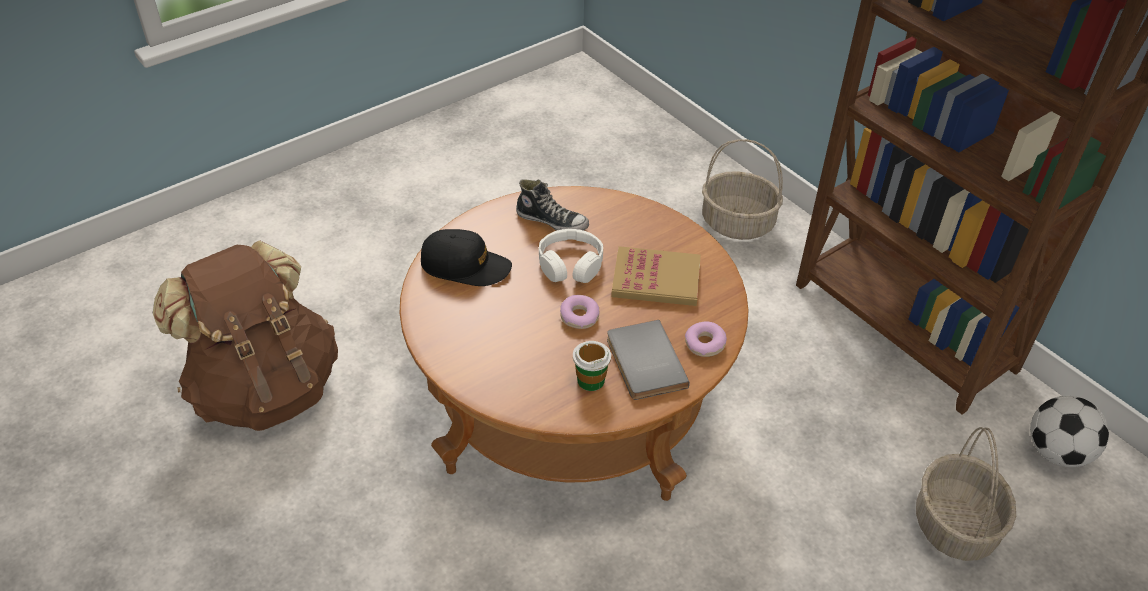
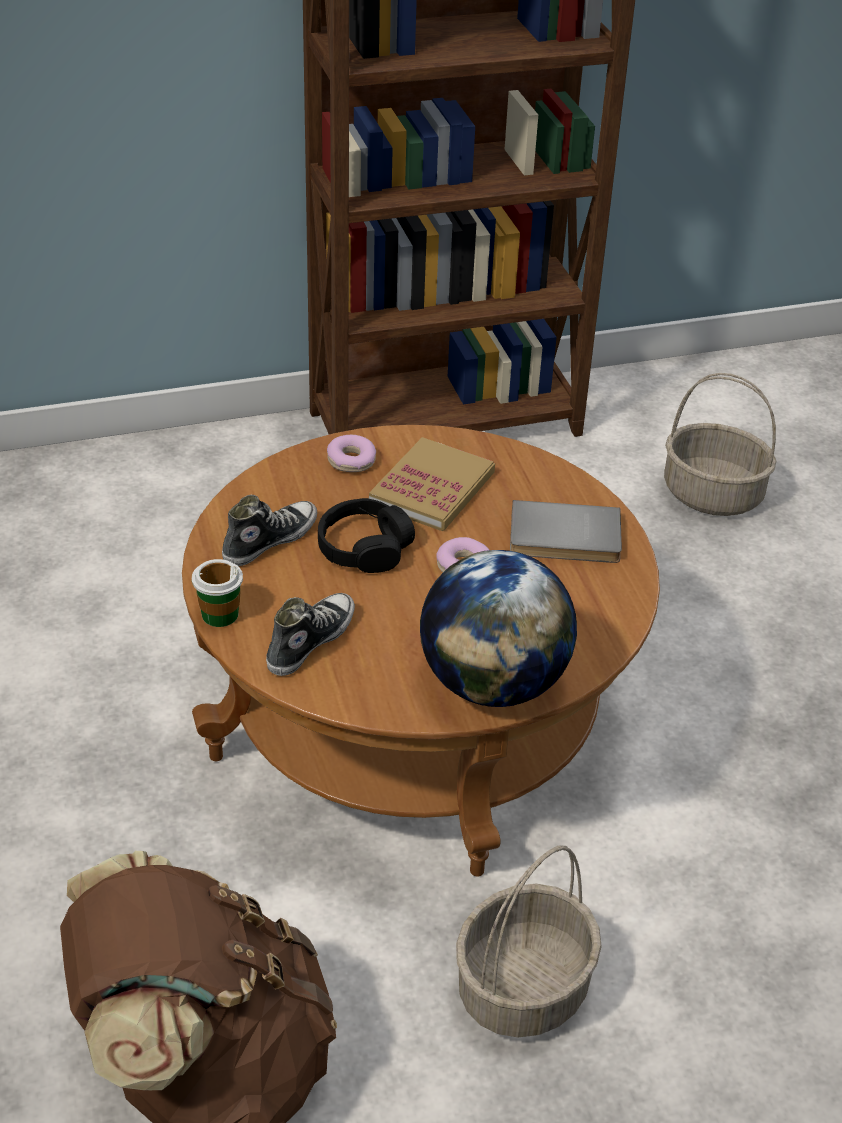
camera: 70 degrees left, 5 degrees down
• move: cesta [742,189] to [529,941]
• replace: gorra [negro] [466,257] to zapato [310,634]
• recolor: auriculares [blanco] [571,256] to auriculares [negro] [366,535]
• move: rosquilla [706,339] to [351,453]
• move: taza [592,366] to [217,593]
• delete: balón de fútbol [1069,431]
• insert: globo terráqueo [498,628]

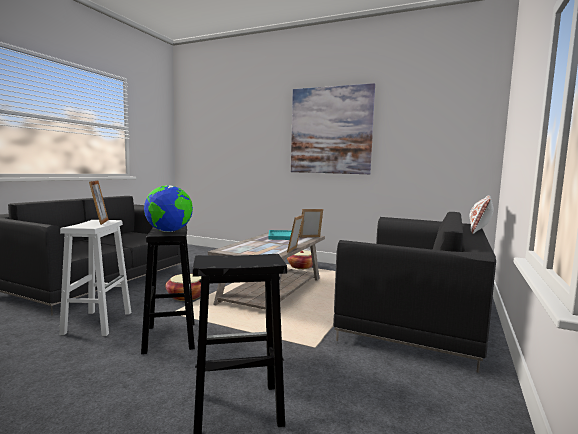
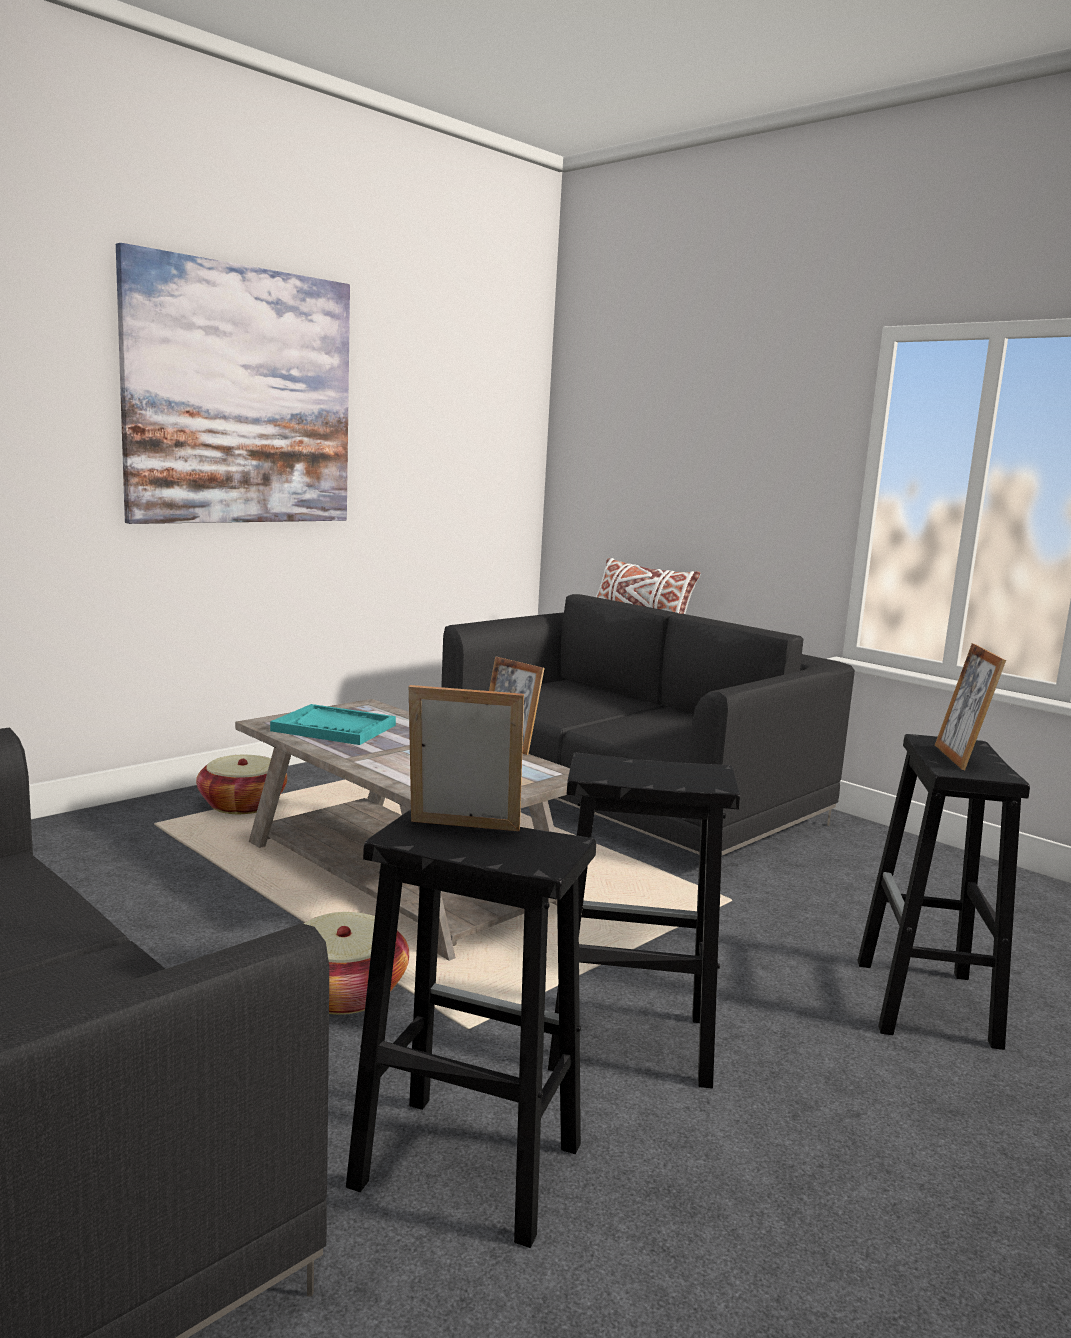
camera: 70 degrees left, 5 degrees up
• delete: globo terráqueo [168,208]
• move: portarretratos [311,223] to [970,706]
• recolor: taburete [blanco] [95,278] to taburete [negro] [471,1028]

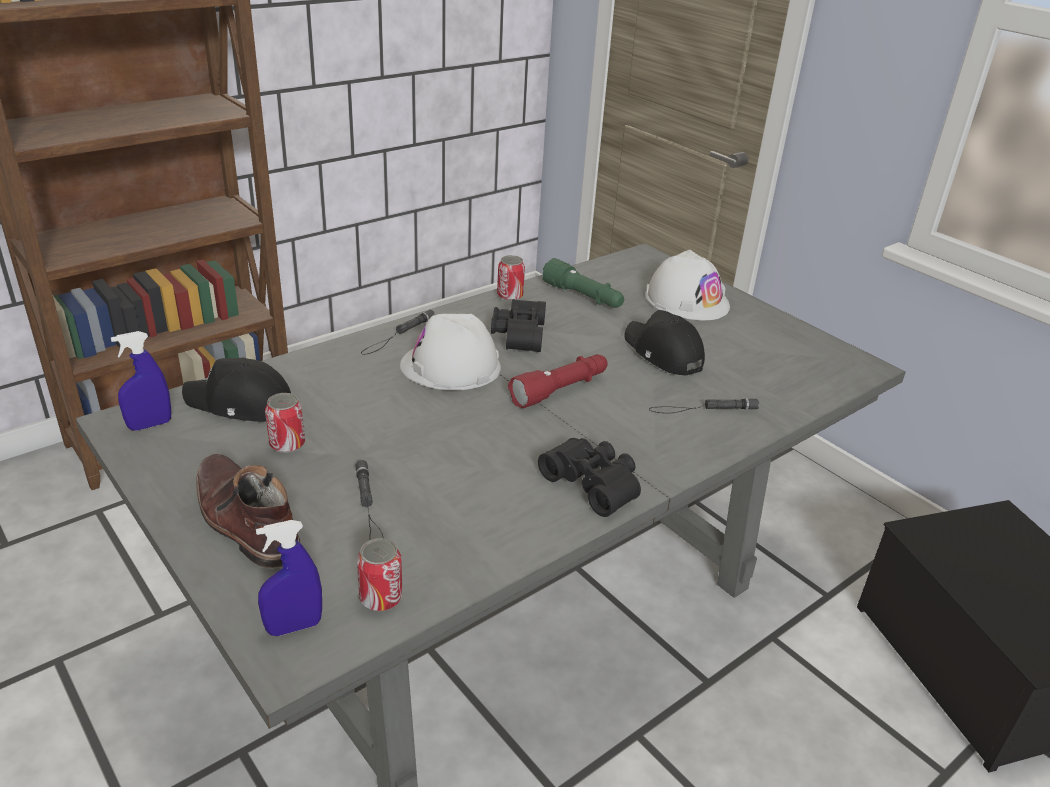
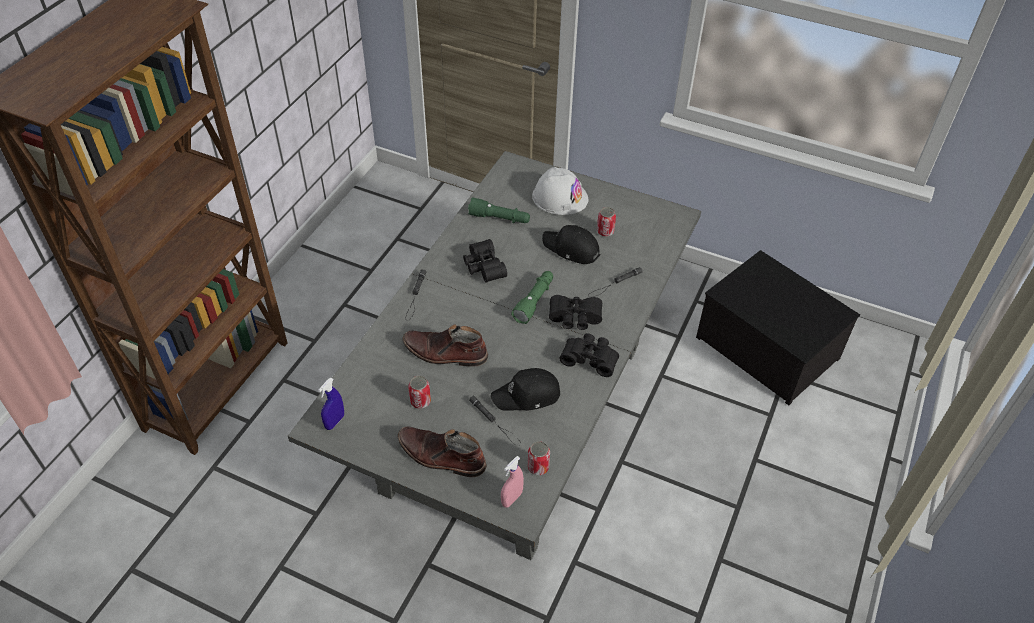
camera: 25 degrees left, 15 degrees up
• move: lata [511,278] to [606,222]
• delete: casco [blanco] [450,352]
• recolor: linterna [rojo] [558,381] to linterna [verde] [532,297]
• move: gorra [negro] [236,390] to [525,389]
• recolor: pulverizador [azul] [289,578] to pulverizador [rosa] [512,482]
• insert: prismáticos [negro] [575,312]
• insert: bota [marrón] [445,345]

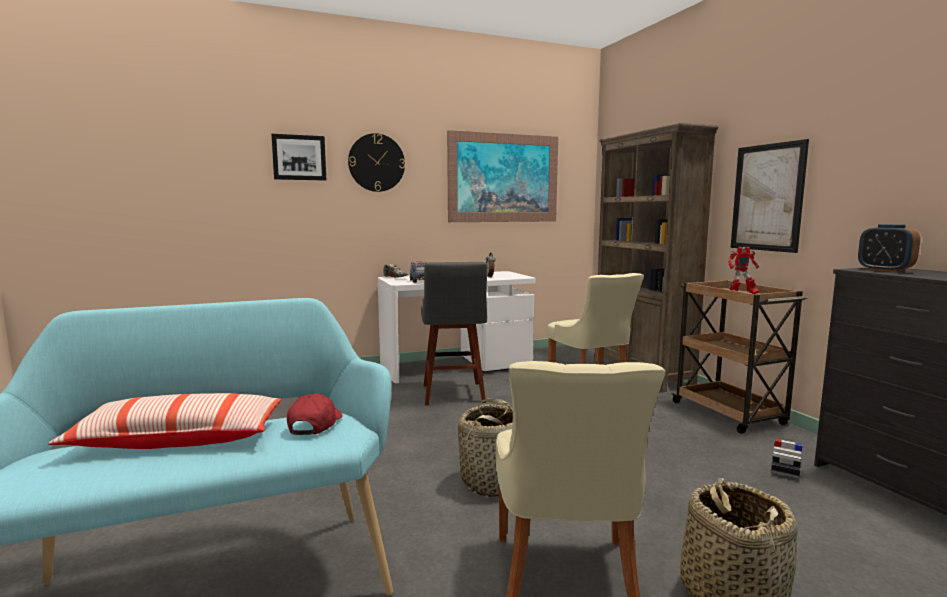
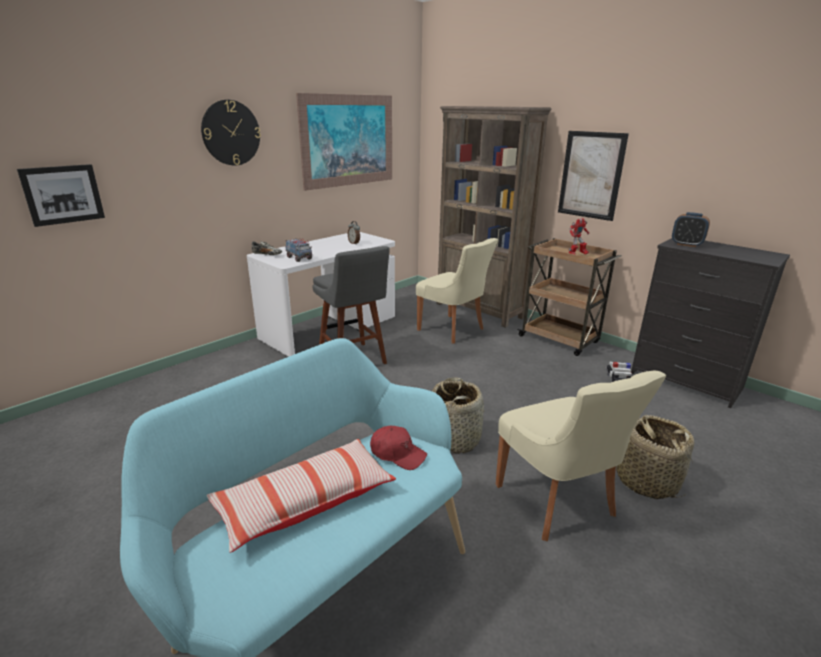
camera: 25 degrees left, 15 degrees up
• move: cuadro [298,157] to [61,195]
• rotate: gorra [rojo] [315,414] = [398,448] 135 degrees clockwise

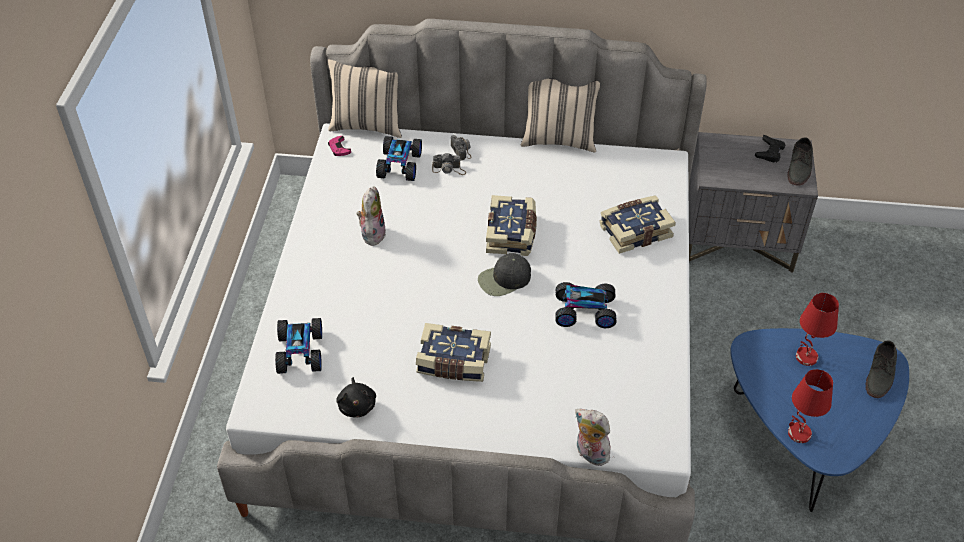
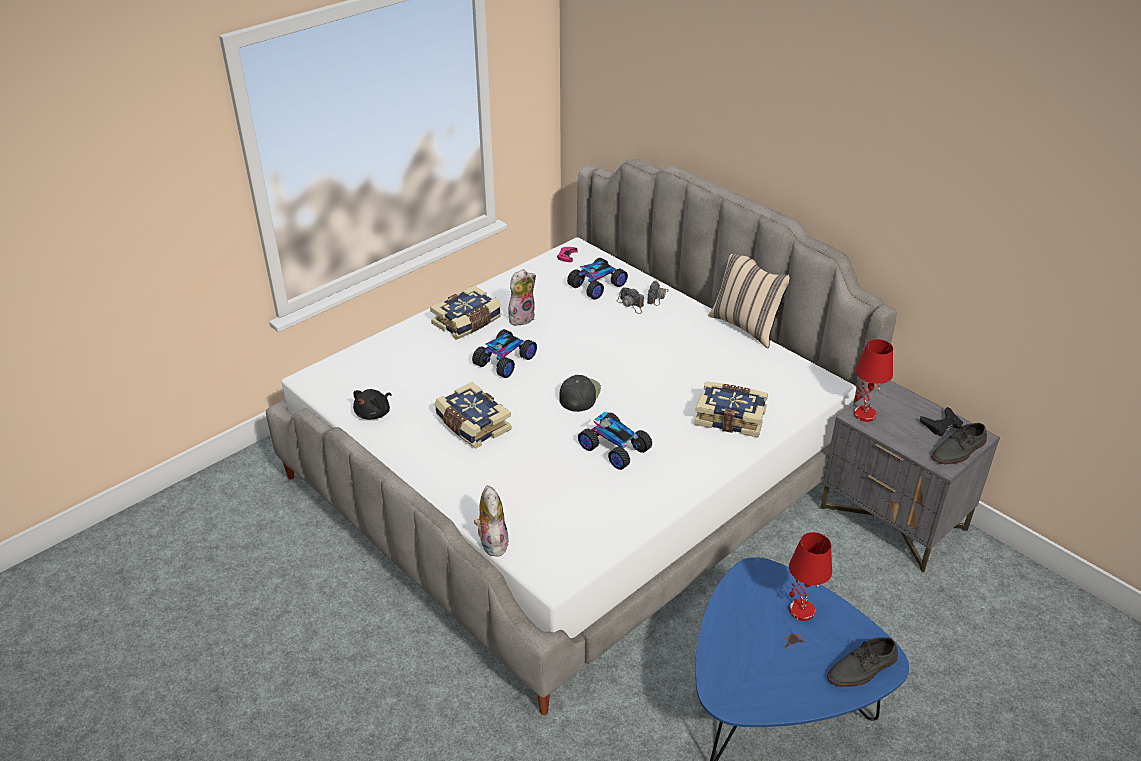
camera: 40 degrees right, 10 degrees down
• delete: cojín [beis] [365,98]
• move: libro [511,225] to [465,312]
• rotate: gorra [negro] [504,274] = [580,393] 90 degrees clockwise
• move: coche de juguete [298,346] to [504,353]
• move: lámpara de mesa [rojo] [810,406] to [873,380]

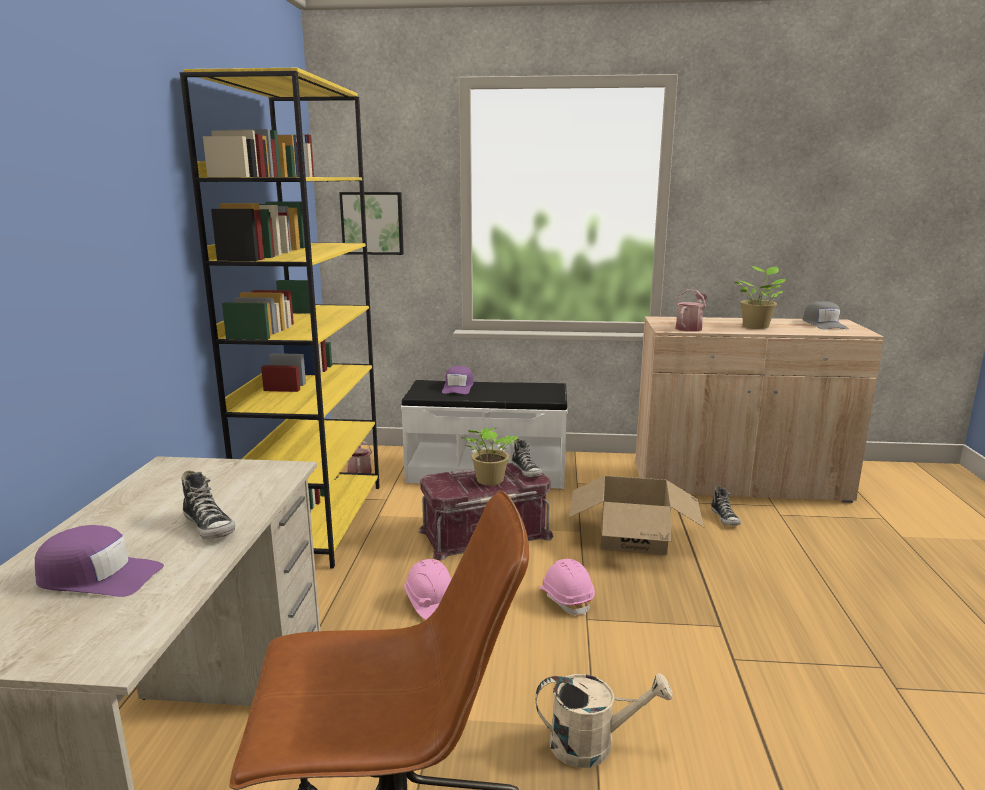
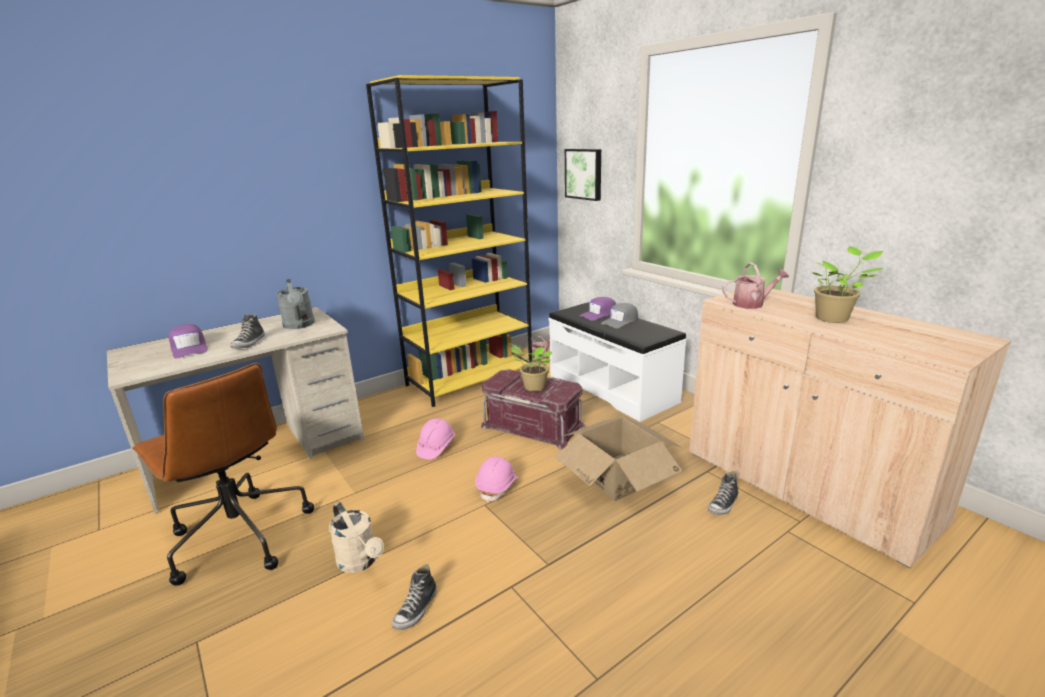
camera: 50 degrees right, 5 degrees up
• move: gorra [gris] [826,315] to [619,315]
• move: zapato [527,458] to [414,597]
• insert: regadera [gris] [295,304]

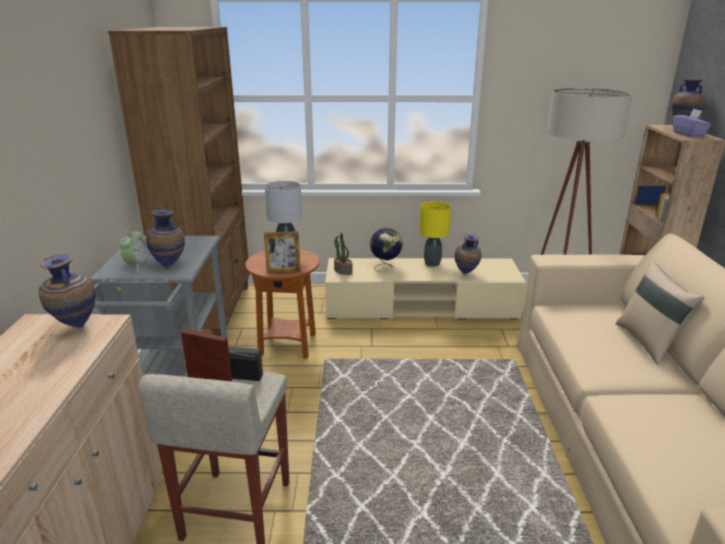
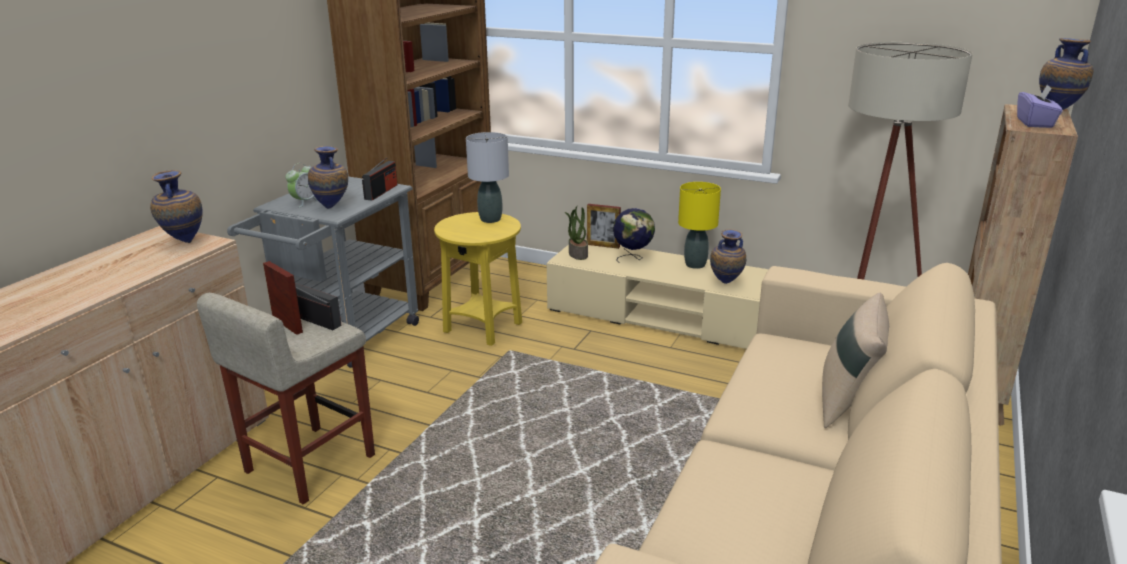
camera: 25 degrees right, 0 degrees up
• move: portarretratos [282,252] to [604,226]
• recolor: mesa auxiliar [marrón] [282,304] to mesa auxiliar [amarillo] [478,279]
• insert: radio [379,179]

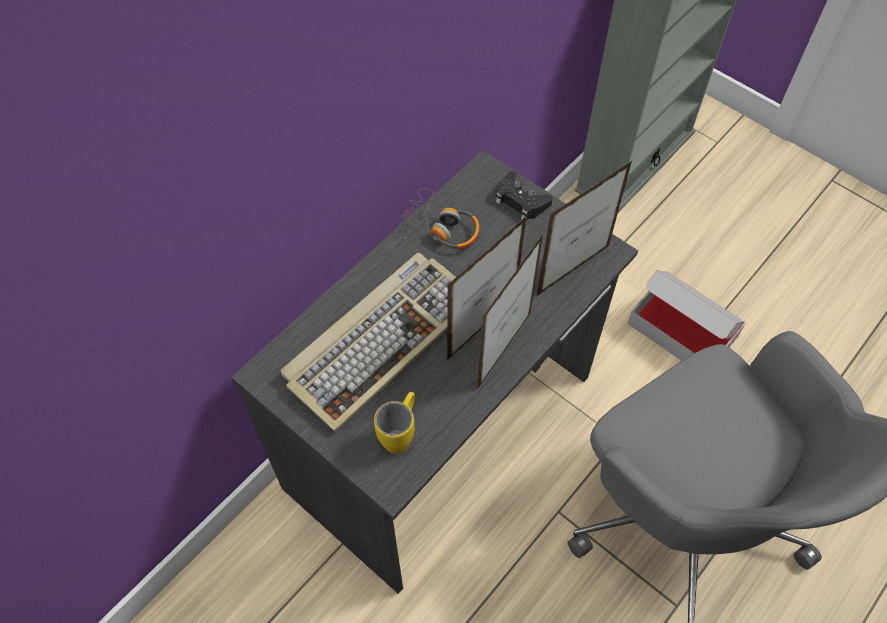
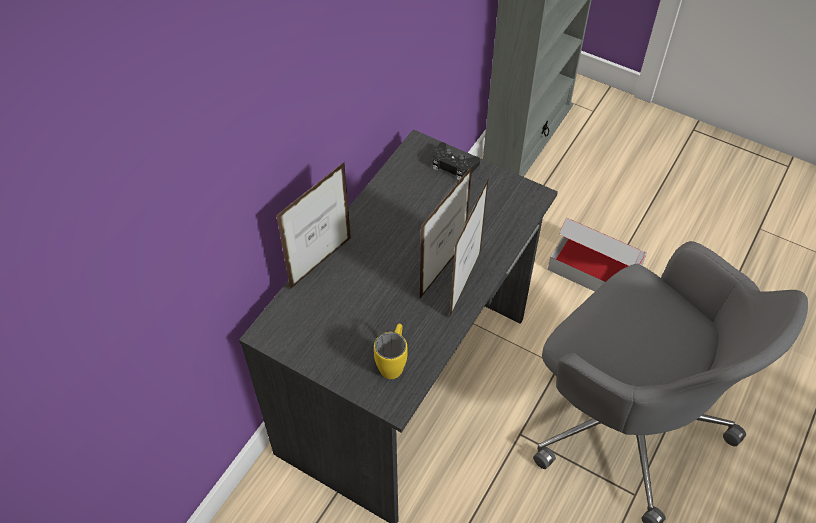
camera: 10 degrees left, 5 degrees down
• move: portarretratos [584,228] to [313,225]
• delete: auriculares [440,219]
• delete: teclado [368,342]

